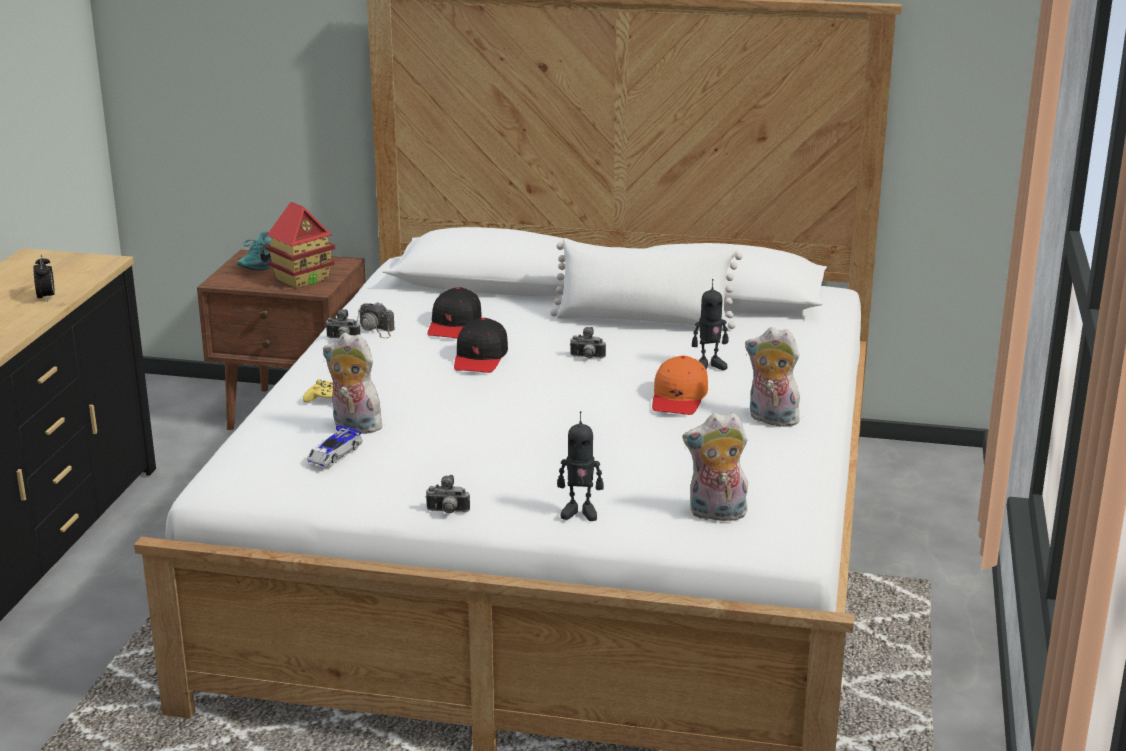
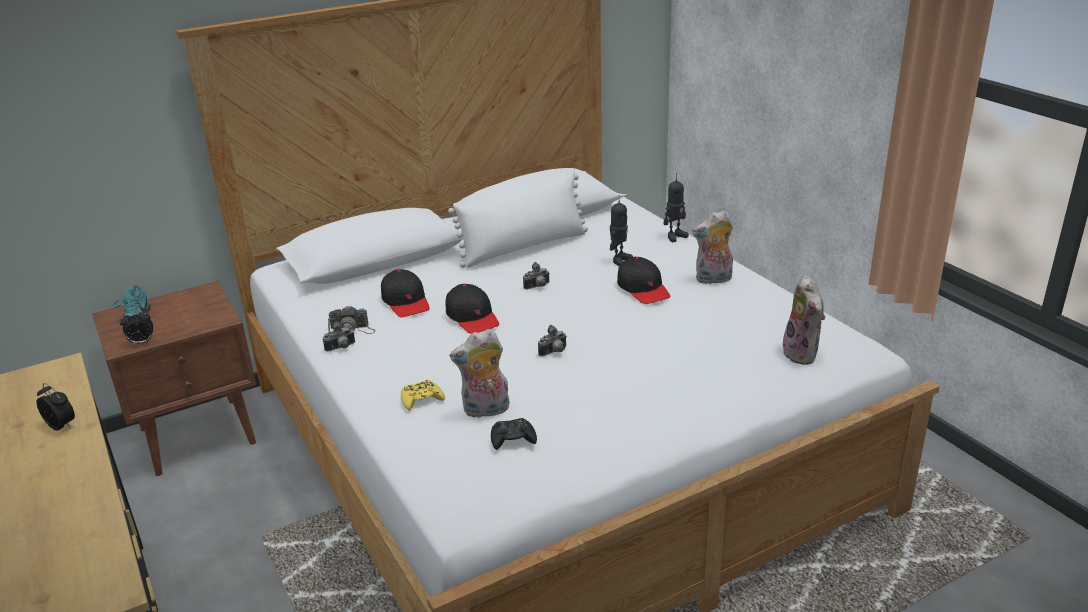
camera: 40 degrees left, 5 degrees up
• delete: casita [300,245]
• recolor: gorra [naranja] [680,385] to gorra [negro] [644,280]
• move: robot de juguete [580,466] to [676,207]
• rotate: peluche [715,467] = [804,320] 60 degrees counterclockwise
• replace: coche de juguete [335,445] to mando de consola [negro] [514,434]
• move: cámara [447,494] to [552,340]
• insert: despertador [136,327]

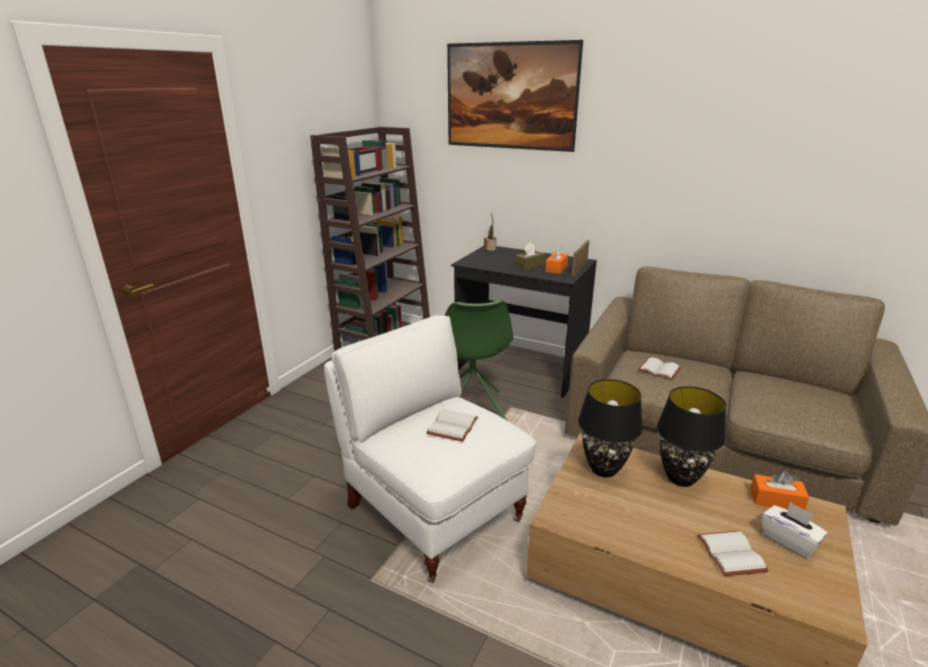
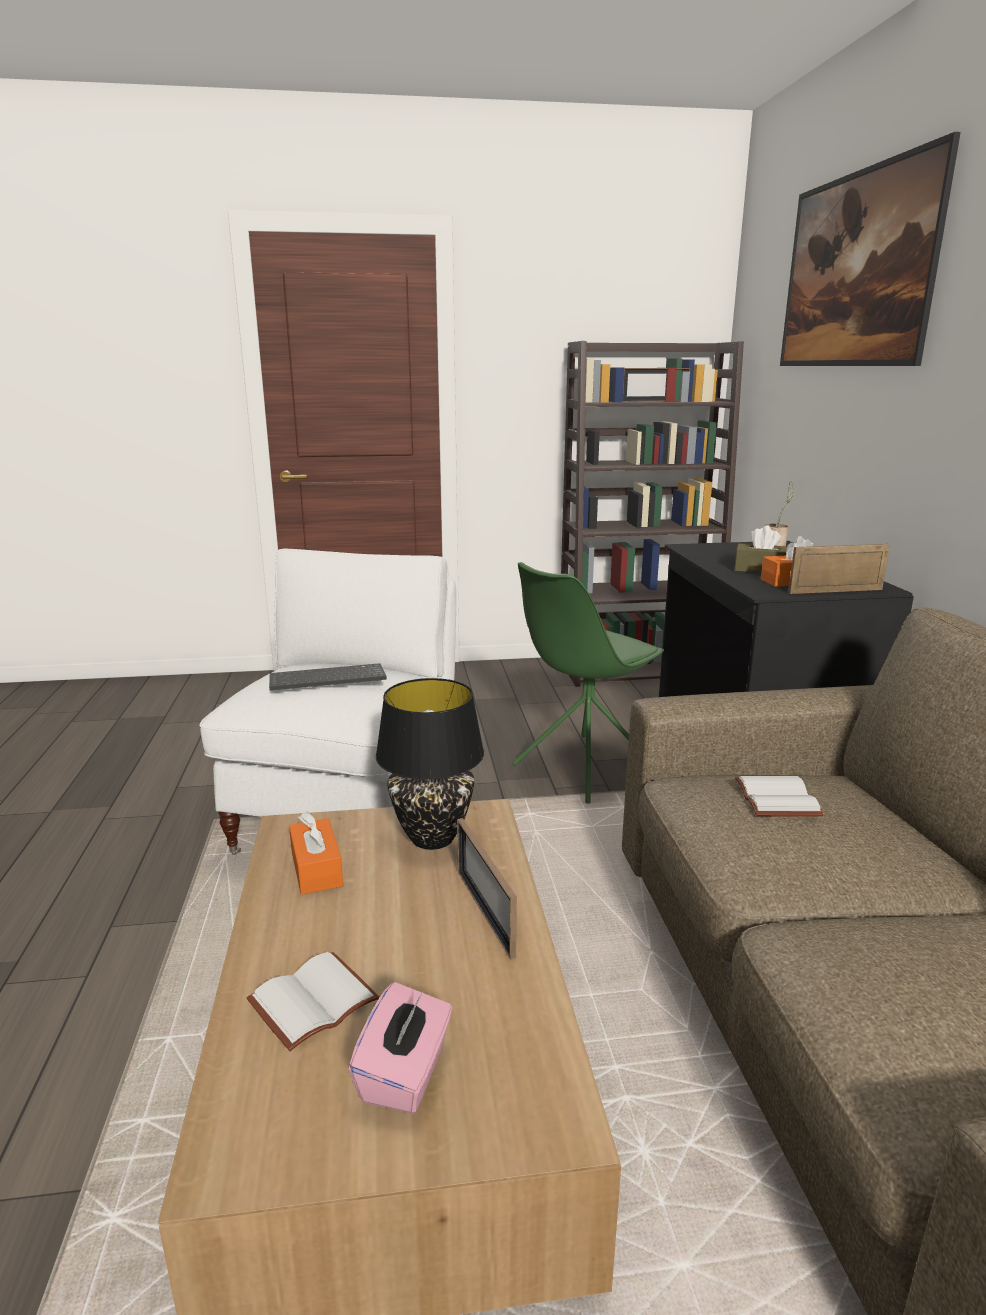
camera: 55 degrees right, 5 degrees down
• replace: lámpara de mesa [negro] [691,436] to portarretratos [487,888]
• replace: libro [blanco] [452,425] to teclado [328,676]
• move: caja de pañuelos [naranja] [779,490] to [316,853]
• recolor: caja de pañuelos [blanco] [794,530] to caja de pañuelos [rosa] [400,1048]

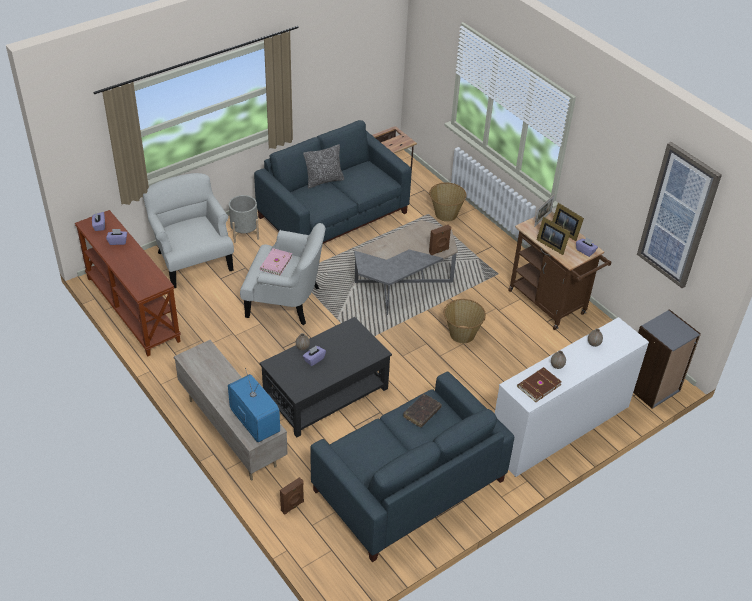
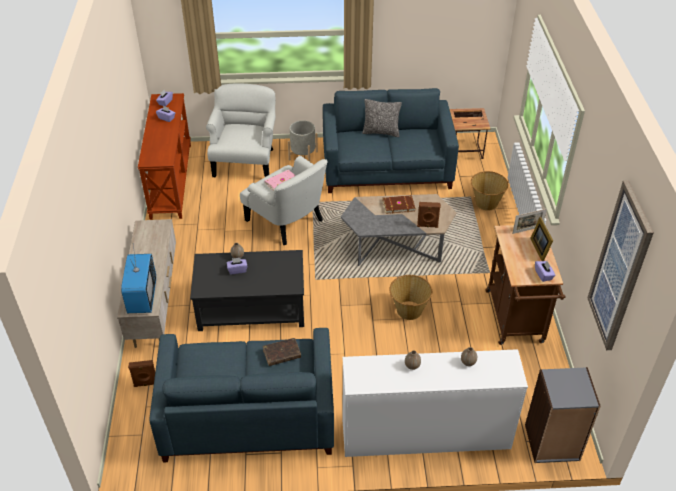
camera: 35 degrees right, 0 degrees up
• delete: portarretratos [553,236]
• move: libro [marrón] [539,384] to [399,204]

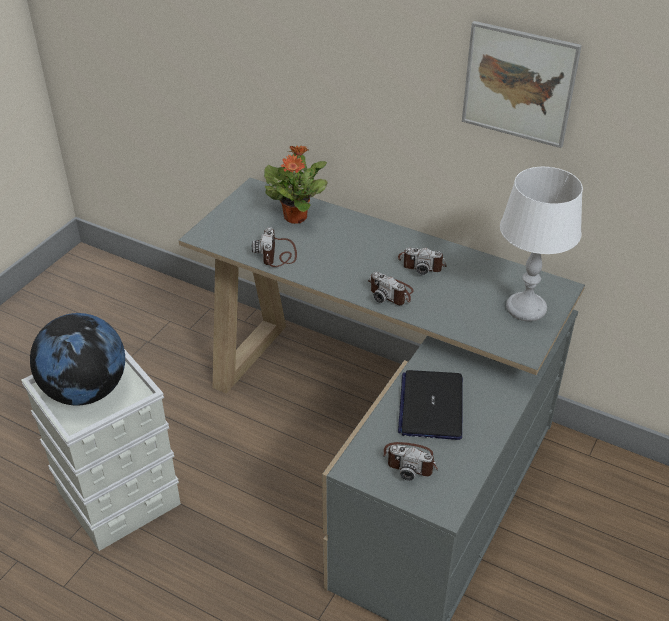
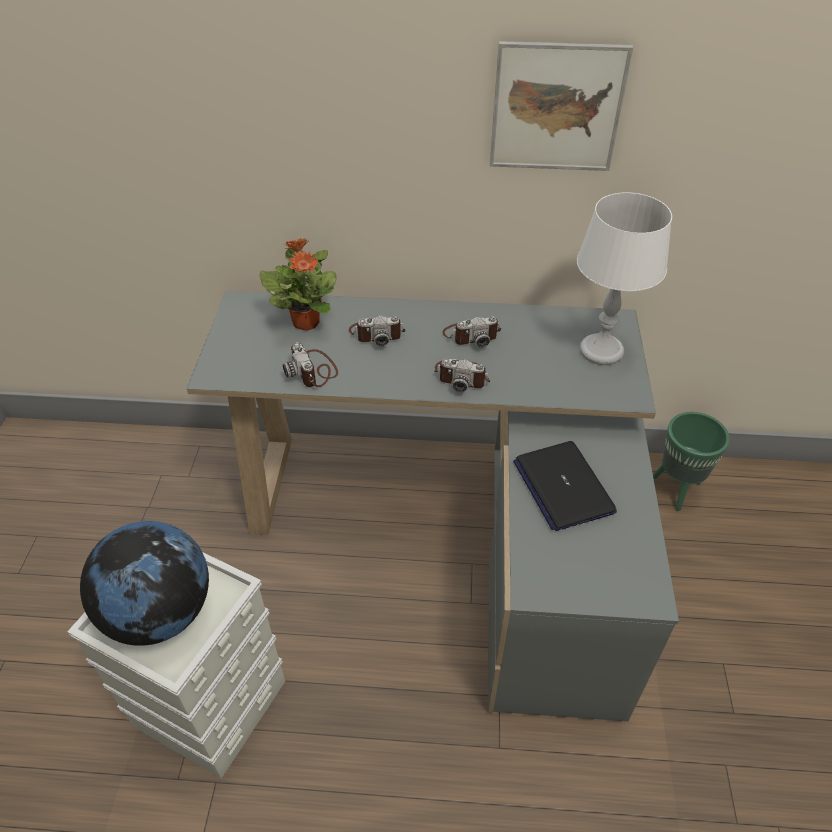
camera: 25 degrees left, 5 degrees up
• move: cámara [410,461] to [377,330]
• insert: maceta [verde] [691,461]

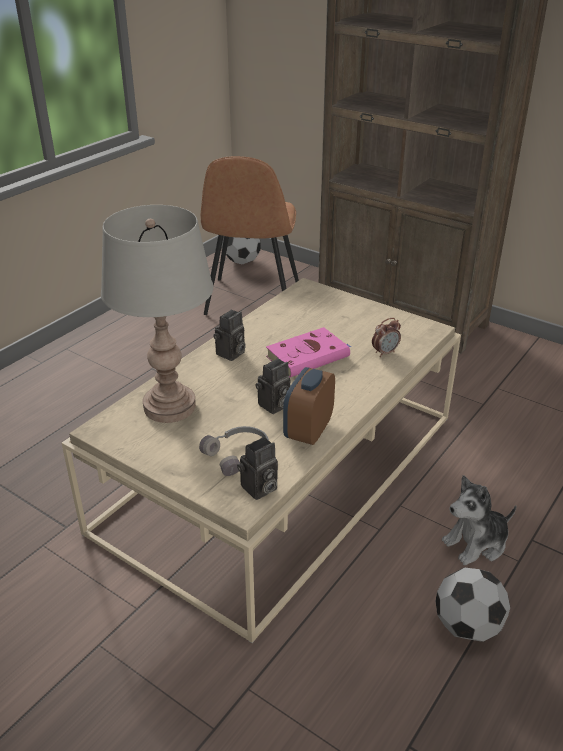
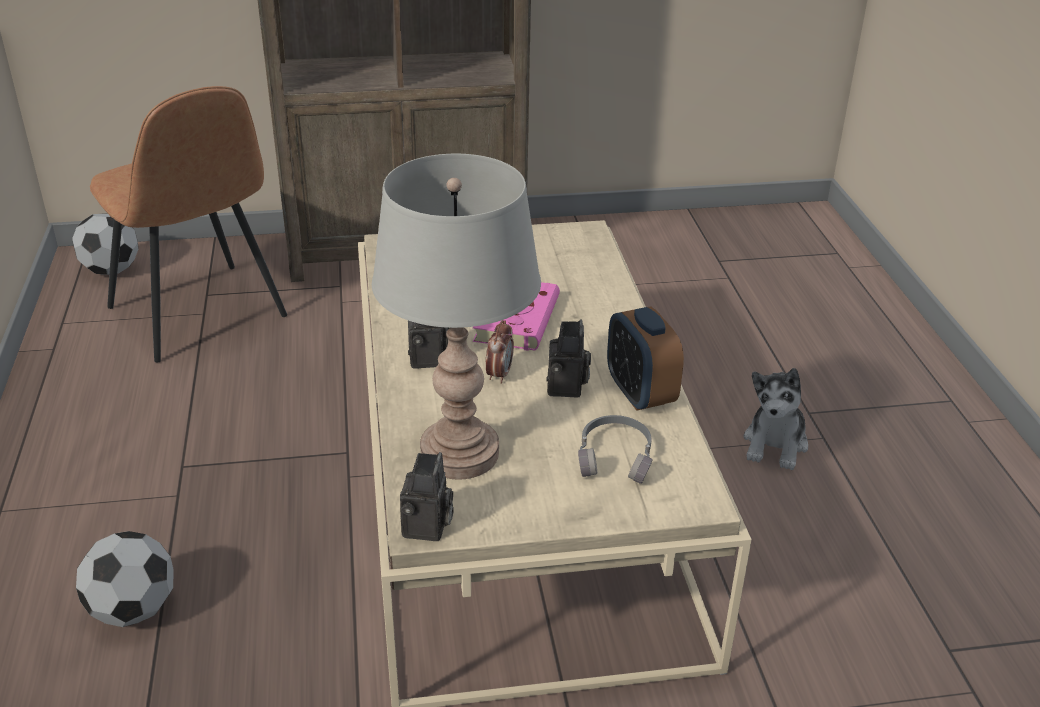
camera: 45 degrees left, 0 degrees up
• move: despertador [386,337] to [500,352]
• move: cámara [257,468] to [427,496]
• move: balón de fútbol [472,604] to [125,579]

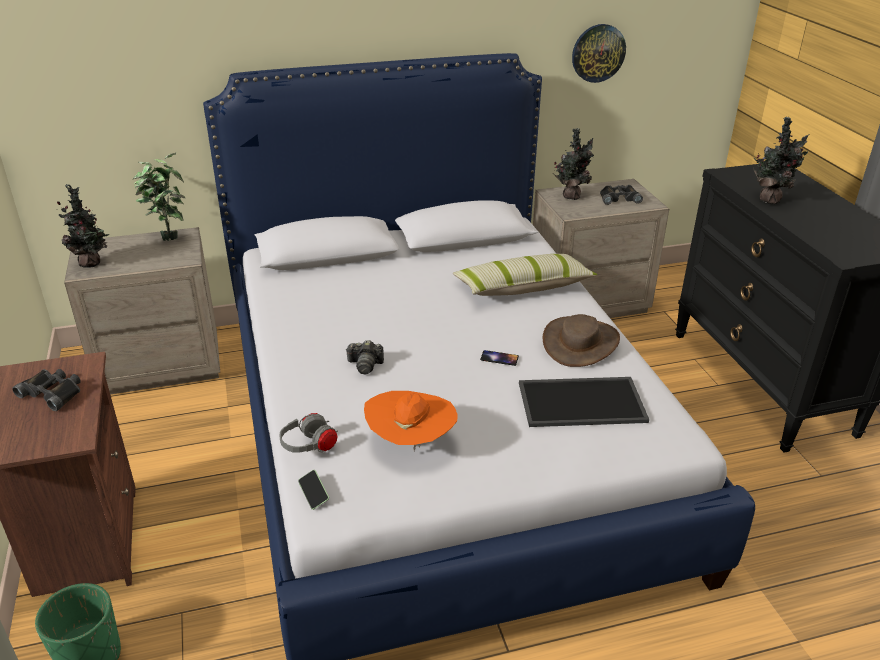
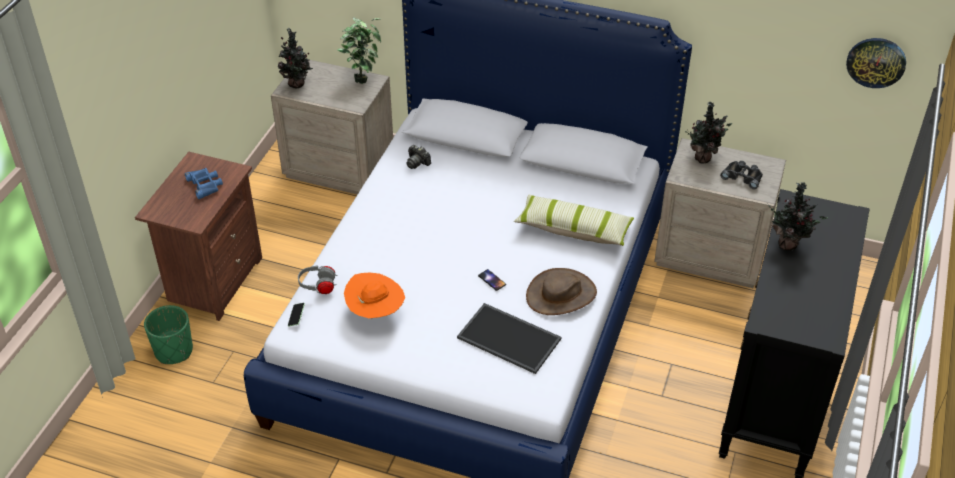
camera: 35 degrees right, 10 degrees up
• move: reloj de pared [599,53] to [876,63]
• move: cámara [365,357] to [418,157]
• recolor: prismáticos [negro] [46,390] to prismáticos [azul] [204,183]

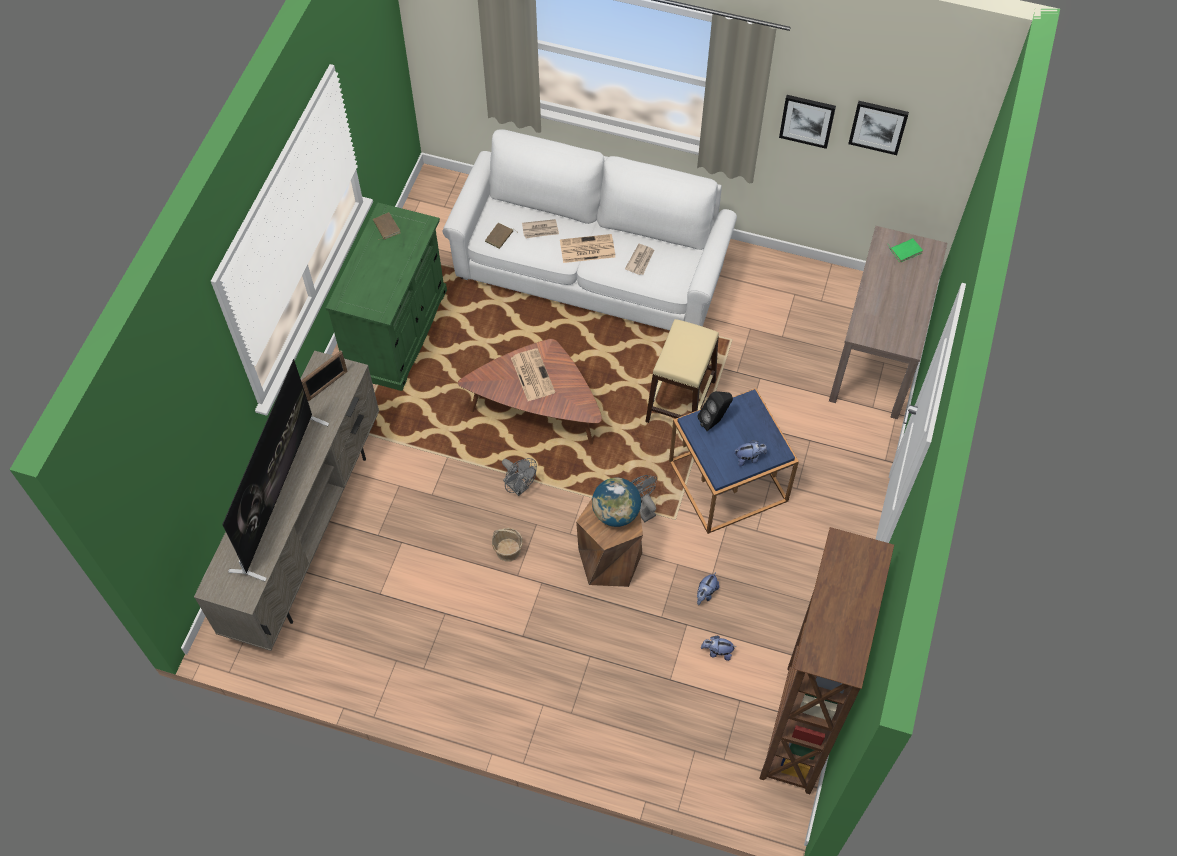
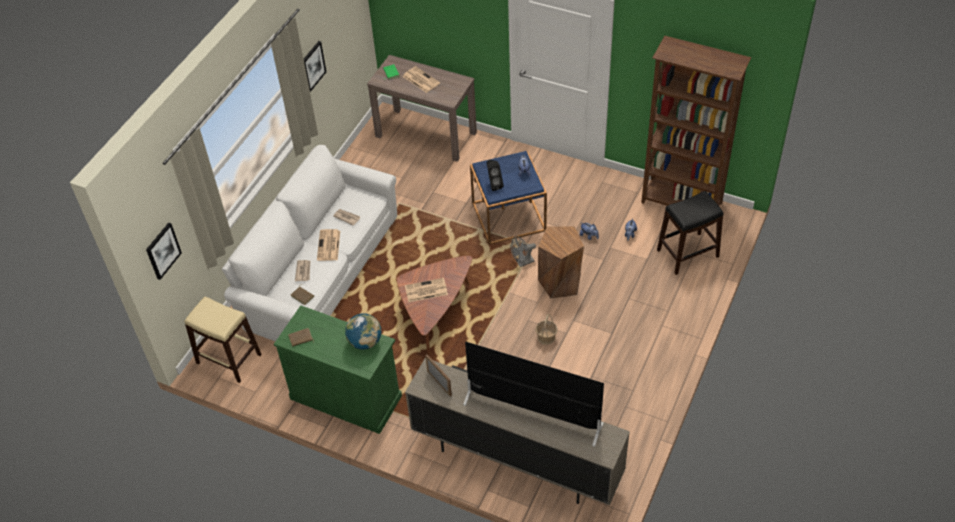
camera: 80 degrees left, 10 degrees down
• move: cuadro [878,128] to [164,251]
• move: taburete [beis] [682,371] to [223,340]
• delete: ventilador [gris] [519,477]
• move: globo terráqueo [616,502] to [363,331]
• insert: periódico [421,79]
• insert: taburete [negro] [690,233]

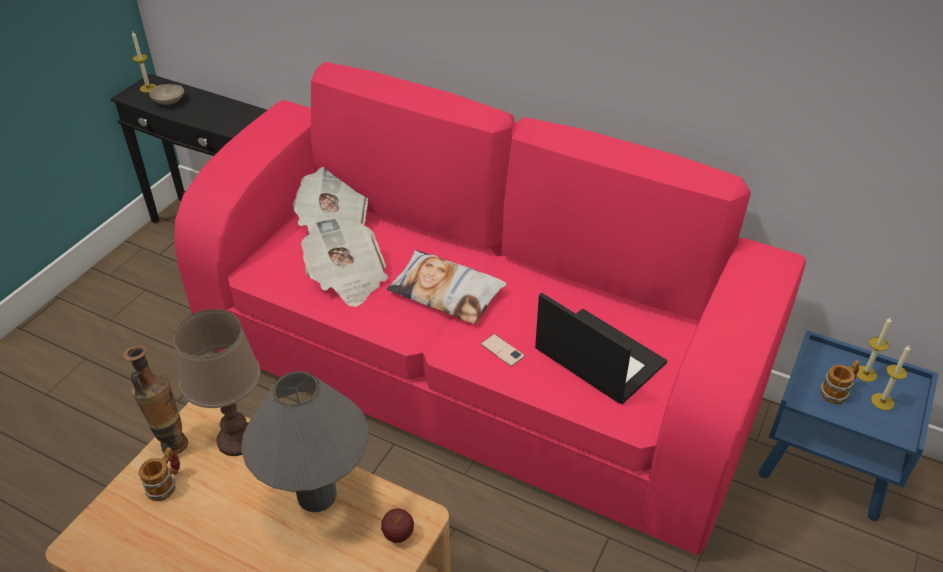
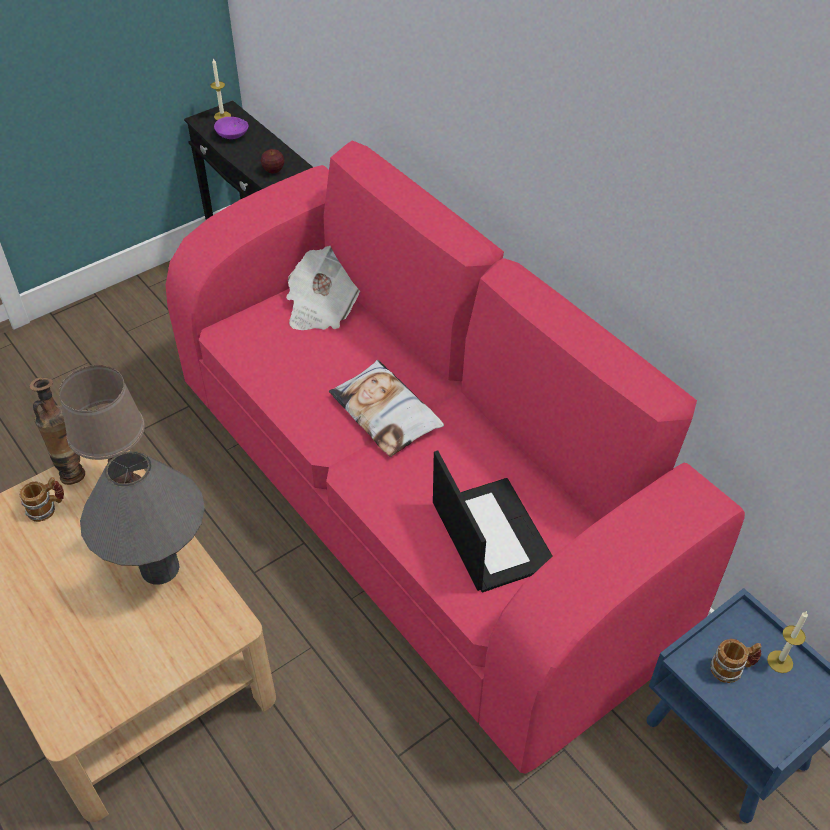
camera: 25 degrees right, 5 degrees up
• recolor: cuenco [beis] [166,94] to cuenco [morado] [231,128]
• delete: periódico [344,262]
• delete: móvil [503,350]
• delete: vela [890,377]
• move: manzana [397,525] to [272,161]

